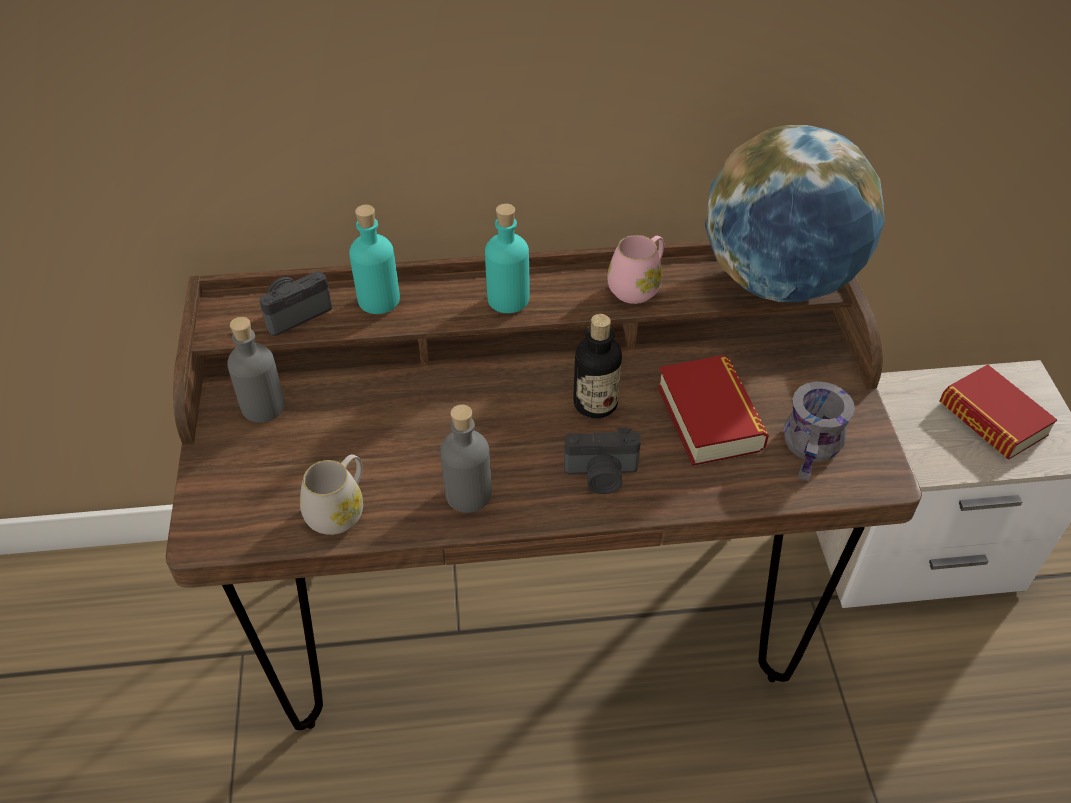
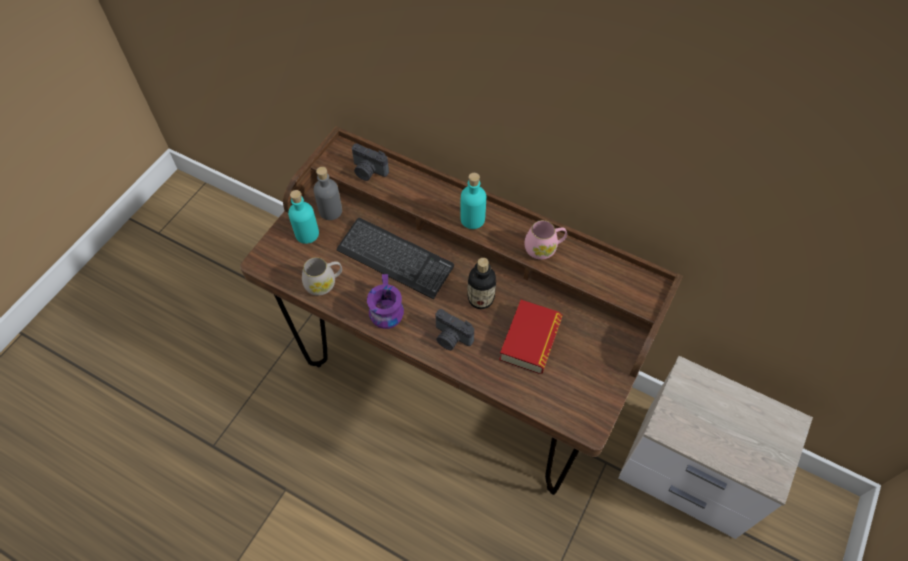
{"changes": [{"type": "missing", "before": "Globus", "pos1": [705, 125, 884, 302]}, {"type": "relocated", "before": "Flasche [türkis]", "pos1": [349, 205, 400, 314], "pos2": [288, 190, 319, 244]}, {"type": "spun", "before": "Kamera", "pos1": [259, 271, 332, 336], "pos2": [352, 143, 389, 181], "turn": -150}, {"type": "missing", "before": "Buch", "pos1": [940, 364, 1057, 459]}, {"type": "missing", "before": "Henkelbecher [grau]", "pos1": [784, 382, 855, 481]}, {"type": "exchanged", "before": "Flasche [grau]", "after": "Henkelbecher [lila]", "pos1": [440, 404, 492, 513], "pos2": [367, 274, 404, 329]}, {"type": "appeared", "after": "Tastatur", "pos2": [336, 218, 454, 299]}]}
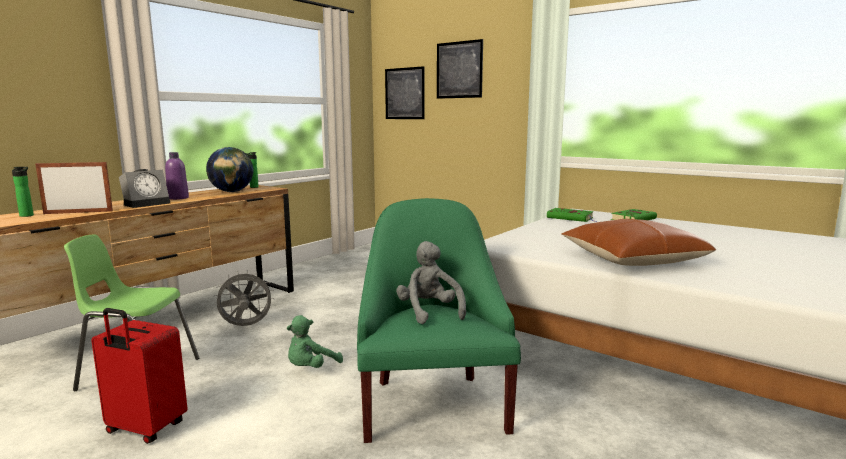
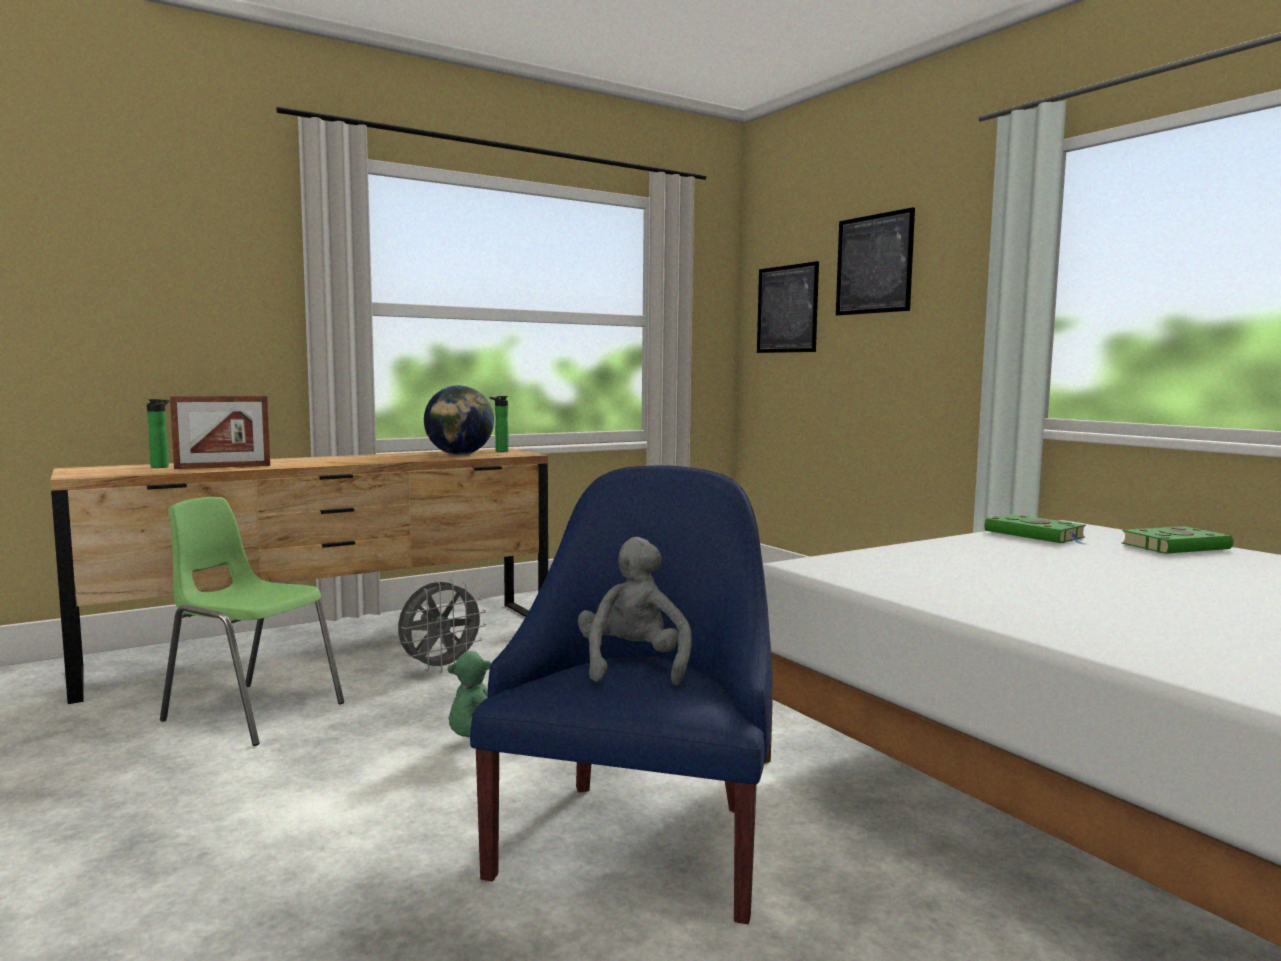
{"changes": [{"type": "missing", "before": "Flasche [lila]", "pos1": [165, 152, 189, 200]}, {"type": "spun", "before": "Bilderrahmen", "pos1": [35, 162, 113, 214], "pos2": [170, 396, 270, 469], "turn": 150}, {"type": "missing", "before": "Wecker", "pos1": [119, 169, 170, 208]}, {"type": "colour", "before": "Sessel [grün]", "after": "Sessel [blau]", "pos1": [357, 198, 521, 443], "pos2": [470, 465, 773, 924]}, {"type": "missing", "before": "Kissen [braun]", "pos1": [562, 219, 716, 266]}, {"type": "spun", "before": "Ventilator [grau]", "pos1": [213, 270, 274, 326], "pos2": [398, 579, 486, 673], "turn": 135}, {"type": "missing", "before": "Koffer [rot]", "pos1": [91, 308, 188, 444]}]}
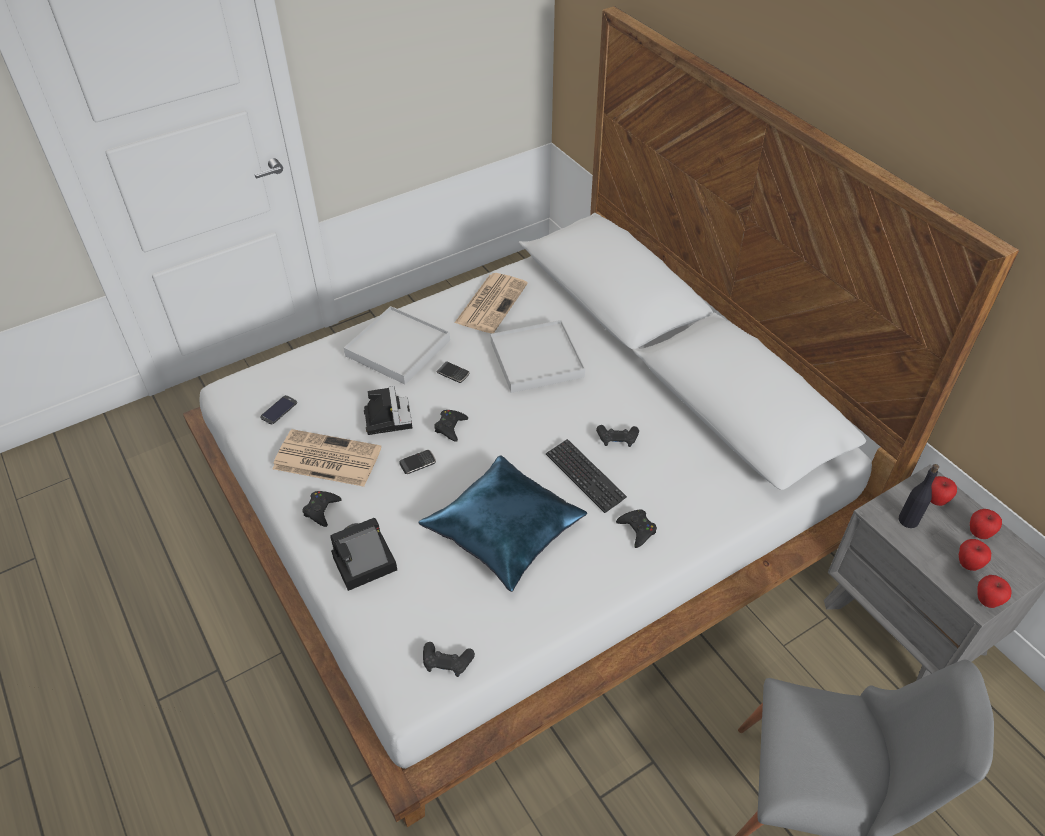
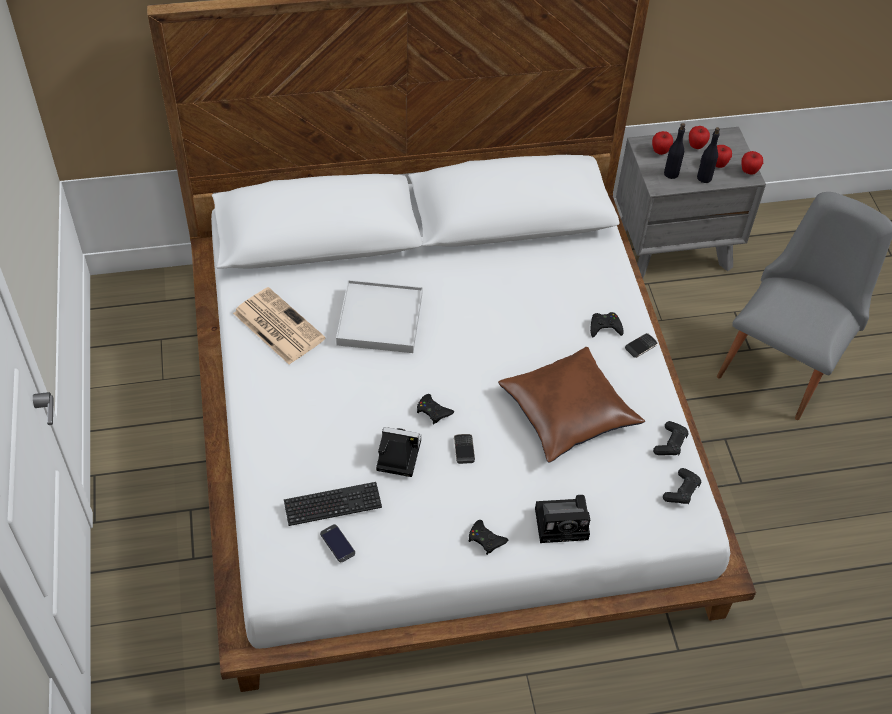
{"changes": [{"type": "missing", "before": "Tablett [weiß]", "pos1": [344, 306, 450, 384]}, {"type": "relocated", "before": "Handy", "pos1": [436, 362, 470, 383], "pos2": [625, 333, 658, 358]}, {"type": "relocated", "before": "Gamepad [schwarz]", "pos1": [596, 425, 639, 447], "pos2": [653, 421, 689, 456]}, {"type": "missing", "before": "Zeitung", "pos1": [273, 429, 381, 487]}, {"type": "relocated", "before": "Tastatur", "pos1": [546, 439, 627, 513], "pos2": [284, 482, 382, 526]}, {"type": "colour", "before": "Kissen [blau]", "after": "Kissen [braun]", "pos1": [418, 455, 587, 592], "pos2": [498, 347, 645, 462]}, {"type": "spun", "before": "Kamera", "pos1": [330, 518, 397, 591], "pos2": [535, 495, 590, 543], "turn": -90}, {"type": "appeared", "after": "Flasche [schwarz]", "pos2": [697, 127, 720, 183]}]}
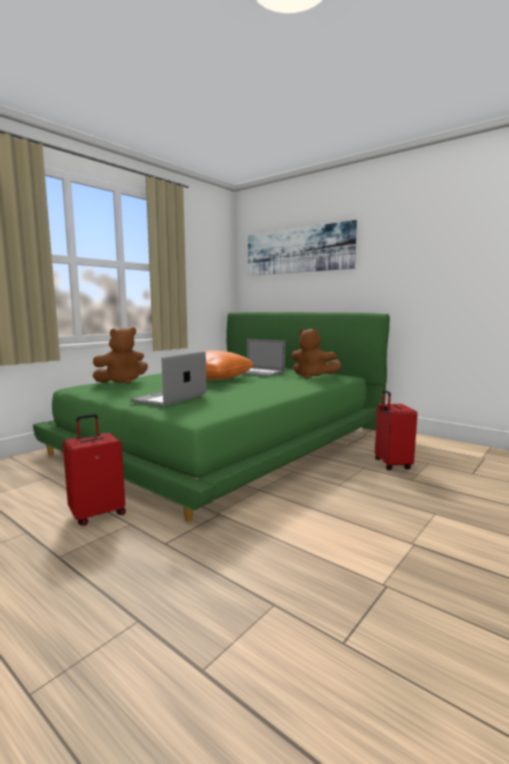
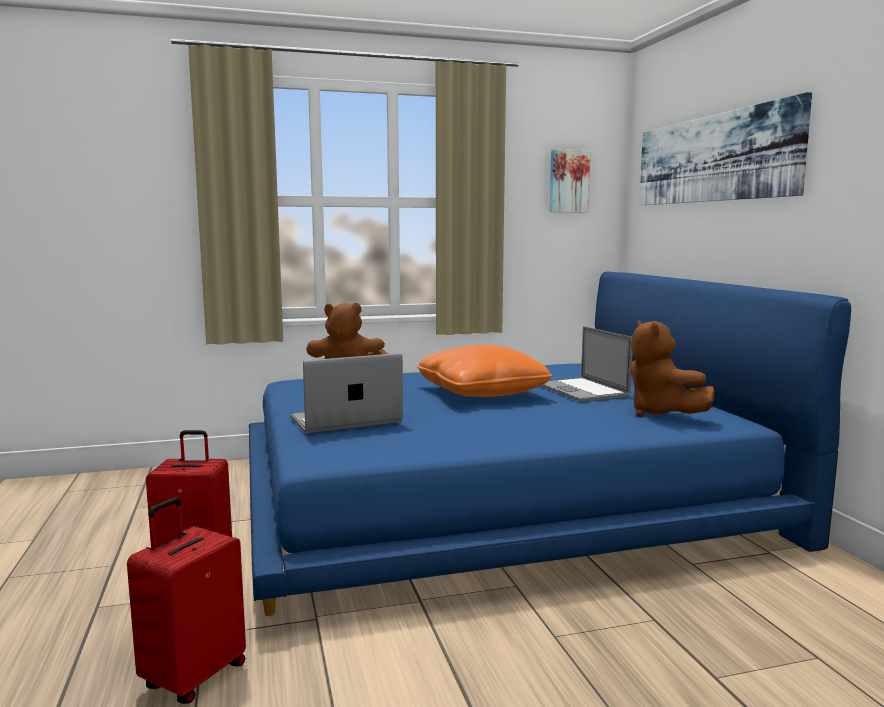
{"changes": [{"type": "colour", "before": "Bett [grün]", "after": "Bett [blau]", "pos1": [33, 312, 390, 522], "pos2": [249, 271, 851, 616]}, {"type": "relocated", "before": "Koffer [rot]", "pos1": [375, 390, 418, 470], "pos2": [127, 498, 246, 704]}, {"type": "appeared", "after": "Bild", "pos2": [549, 149, 591, 212]}]}
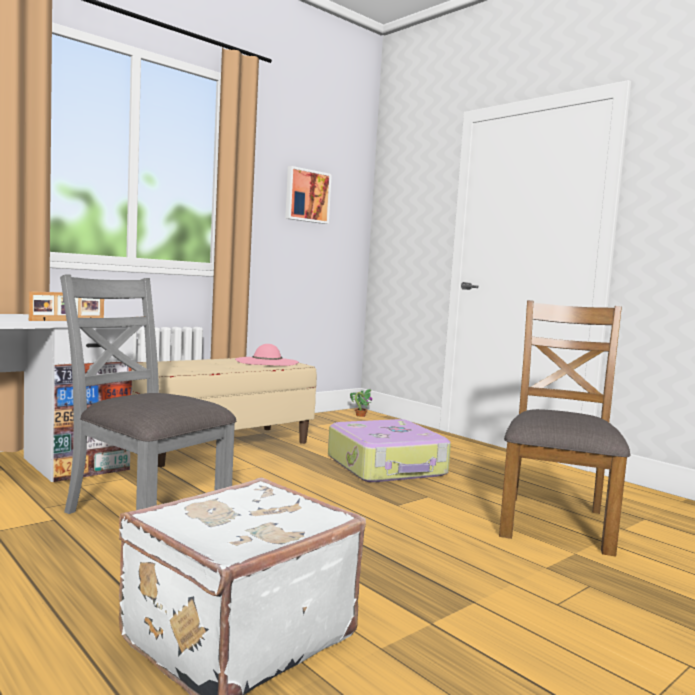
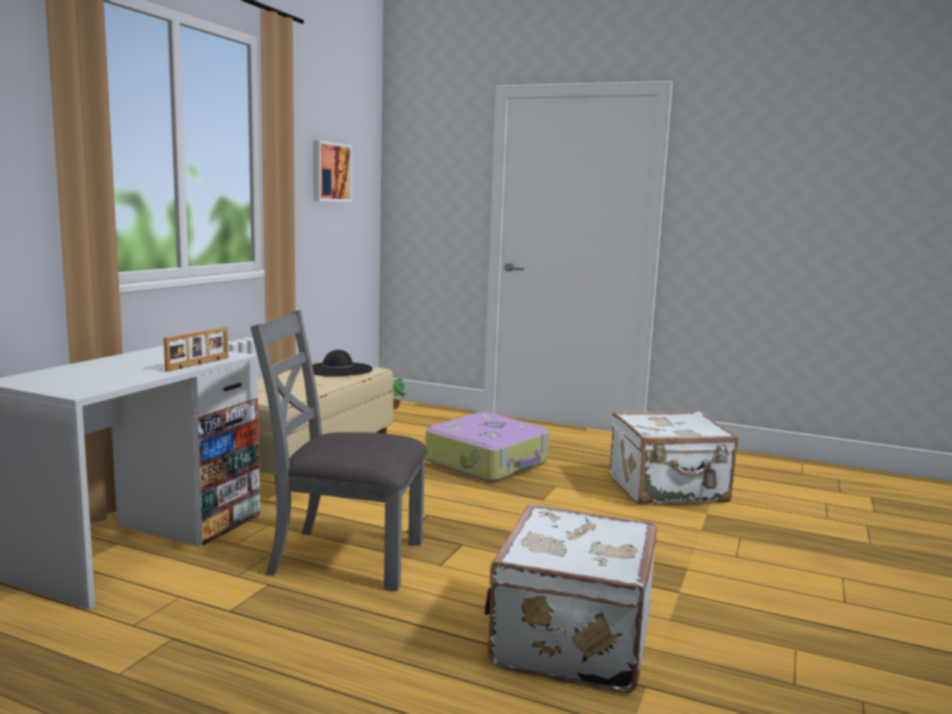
{"changes": [{"type": "exchanged", "before": "Stuhl [braun]", "after": "Koffer [weiß]", "pos1": [499, 300, 630, 557], "pos2": [610, 411, 739, 504]}, {"type": "colour", "before": "Hut [rosa]", "after": "Hut [schwarz]", "pos1": [235, 344, 298, 366], "pos2": [302, 350, 373, 377]}]}
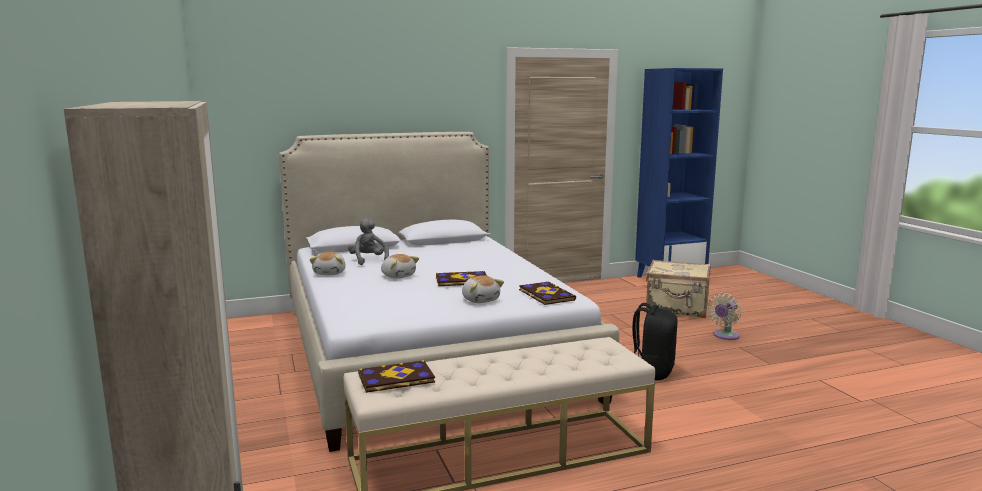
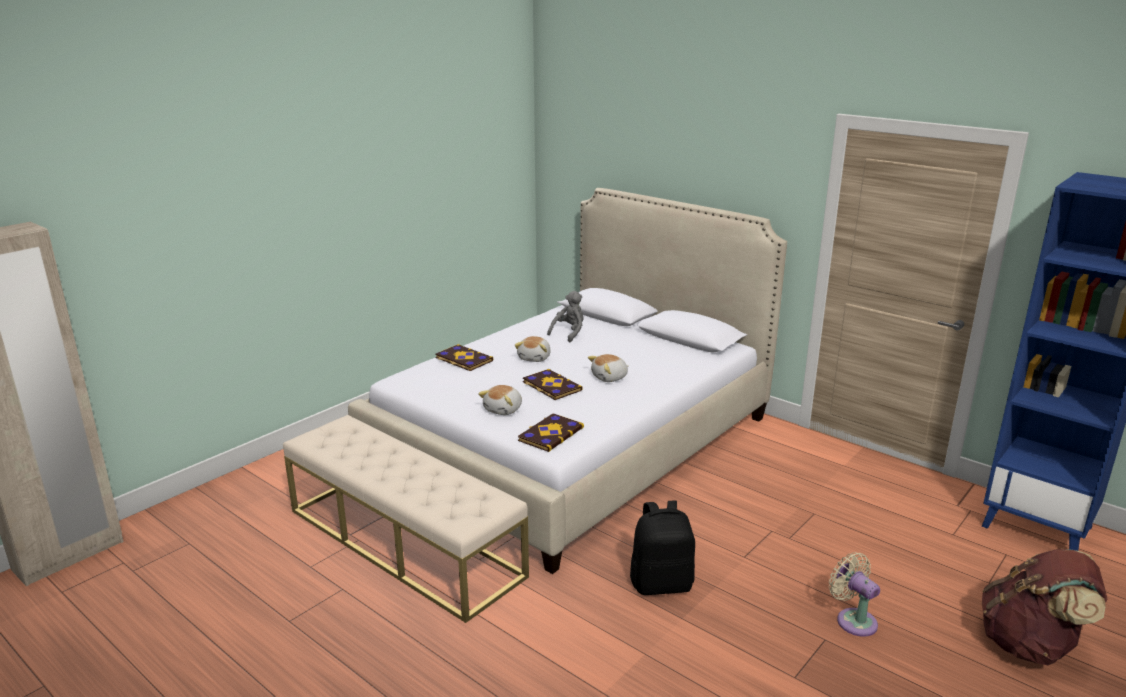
{"changes": [{"type": "relocated", "before": "Plüschtier", "pos1": [310, 252, 346, 275], "pos2": [588, 354, 629, 382]}, {"type": "missing", "before": "Koffer [beige]", "pos1": [646, 259, 711, 318]}, {"type": "spun", "before": "Ventilator [beige]", "pos1": [707, 293, 741, 340], "pos2": [829, 552, 880, 637], "turn": 45}, {"type": "relocated", "before": "Buch", "pos1": [358, 360, 435, 393], "pos2": [435, 344, 493, 371]}, {"type": "appeared", "after": "Rucksack [braun]", "pos2": [982, 549, 1108, 665]}]}
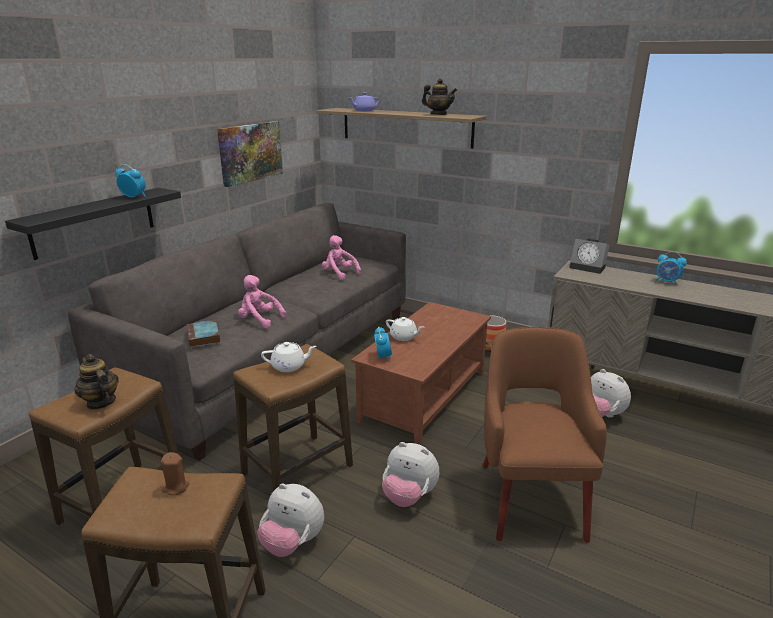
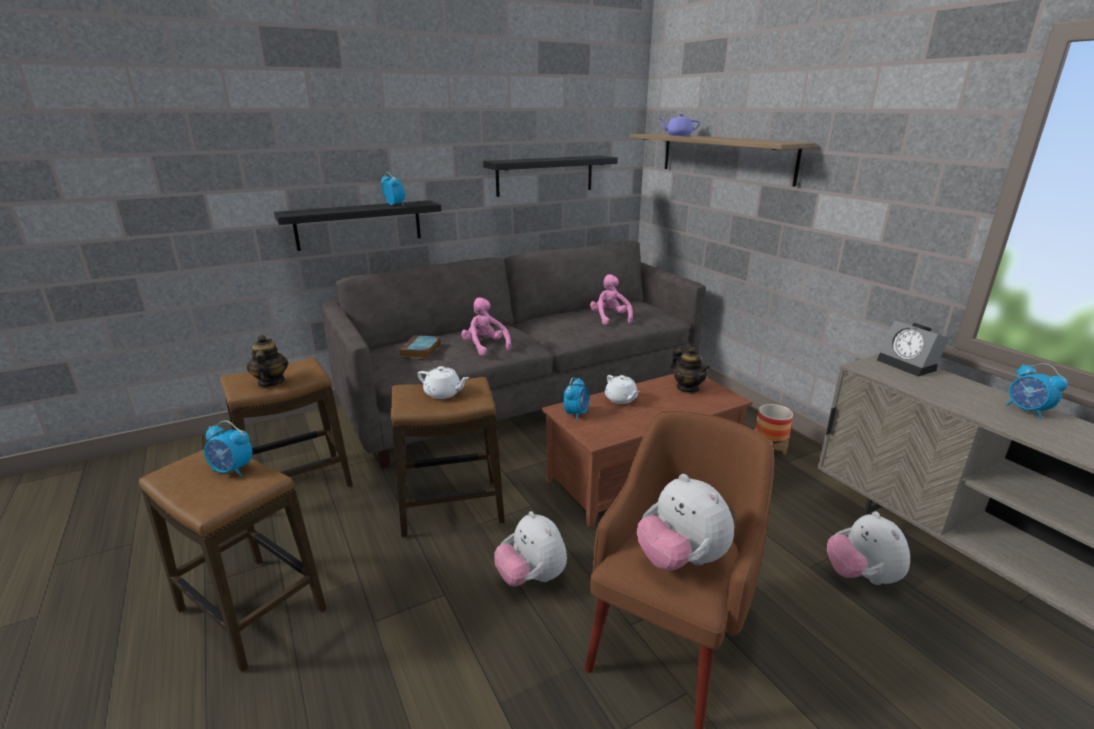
{"changes": [{"type": "relocated", "before": "Teekanne", "pos1": [422, 78, 457, 115], "pos2": [671, 347, 710, 393]}, {"type": "exchanged", "before": "Bild", "after": "Wandregal [schwarz]", "pos1": [217, 121, 283, 187], "pos2": [483, 156, 618, 197]}, {"type": "exchanged", "before": "Kerze [braun]", "after": "Wecker", "pos1": [161, 452, 189, 495], "pos2": [204, 420, 252, 477]}, {"type": "relocated", "before": "Plüschtier", "pos1": [257, 483, 324, 557], "pos2": [637, 474, 734, 570]}]}
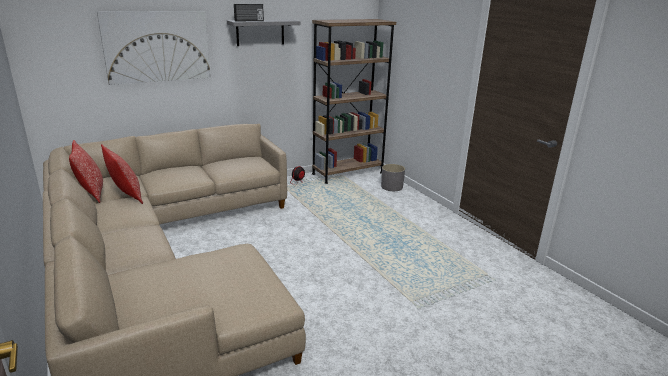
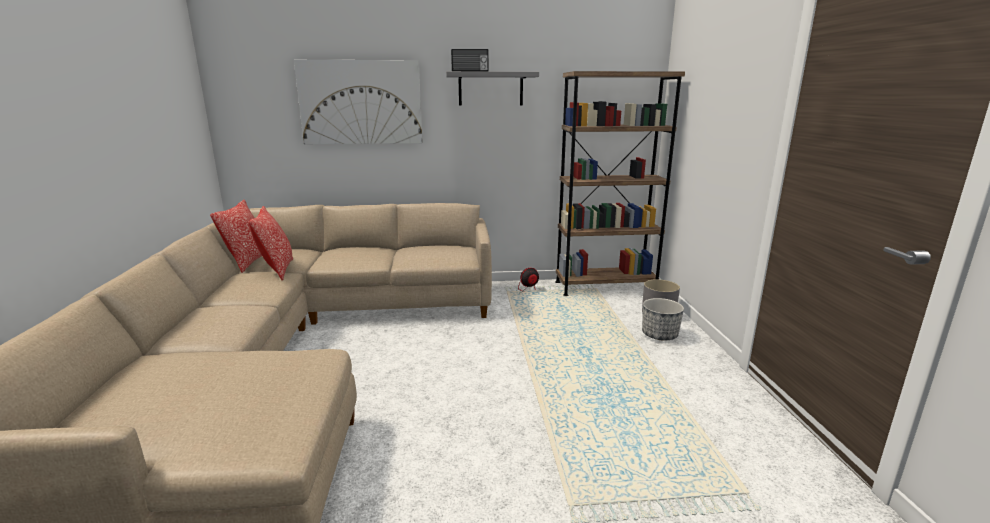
{"changes": [{"type": "appeared", "after": "Pflanzkübel", "pos2": [642, 298, 684, 340]}]}
